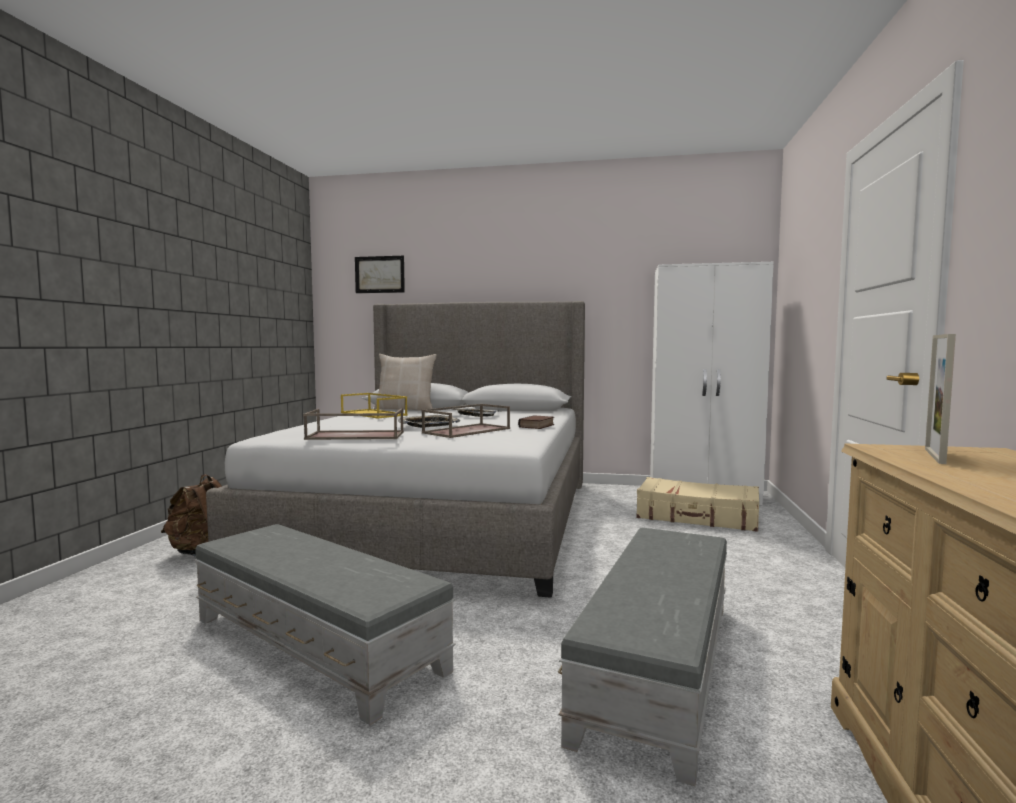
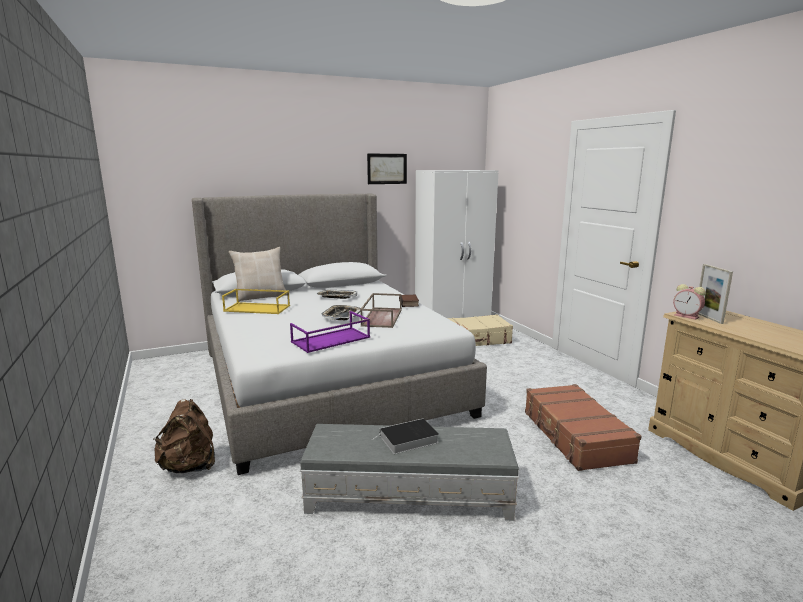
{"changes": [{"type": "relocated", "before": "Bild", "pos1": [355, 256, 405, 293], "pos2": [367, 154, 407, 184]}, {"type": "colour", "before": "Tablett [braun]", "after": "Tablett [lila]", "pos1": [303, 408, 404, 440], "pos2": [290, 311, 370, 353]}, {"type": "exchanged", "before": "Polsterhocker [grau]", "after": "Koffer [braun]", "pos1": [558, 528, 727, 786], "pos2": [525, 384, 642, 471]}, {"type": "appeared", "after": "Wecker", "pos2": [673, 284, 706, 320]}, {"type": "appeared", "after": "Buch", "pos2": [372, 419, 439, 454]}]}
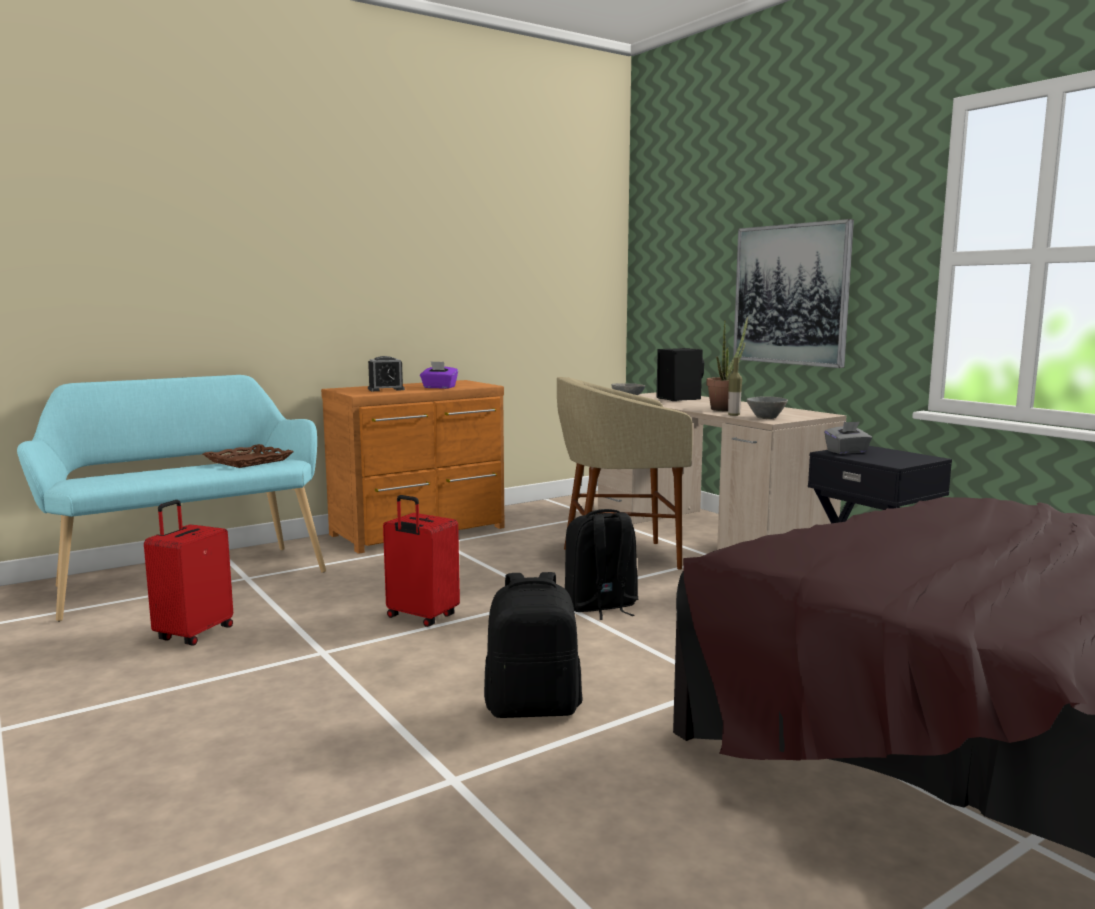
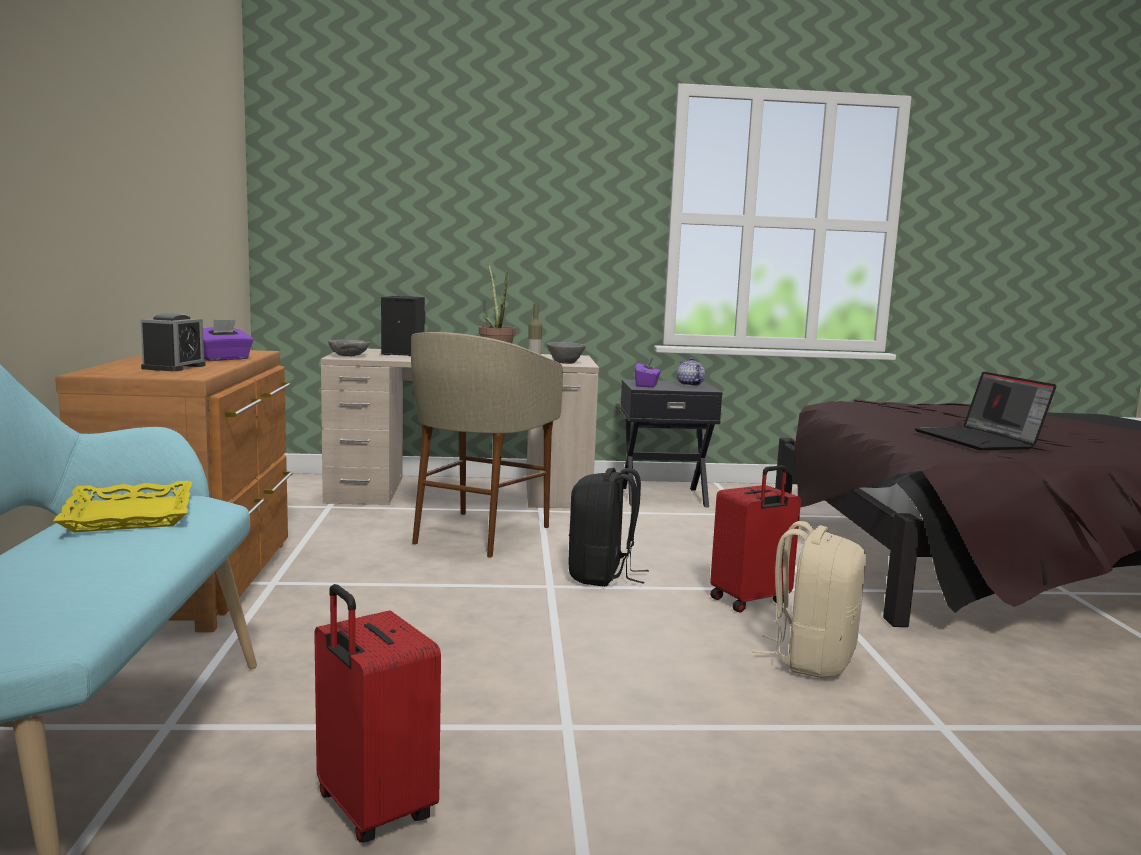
{"changes": [{"type": "missing", "before": "Bild", "pos1": [733, 219, 854, 368]}, {"type": "colour", "before": "Taschentuchbox [grau]", "after": "Taschentuchbox [lila]", "pos1": [824, 421, 872, 454], "pos2": [635, 358, 661, 388]}, {"type": "colour", "before": "Tablett [braun]", "after": "Tablett [gelb]", "pos1": [203, 444, 294, 468], "pos2": [53, 481, 192, 532]}, {"type": "relocated", "before": "Koffer [rot]", "pos1": [383, 495, 460, 627], "pos2": [710, 465, 801, 612]}, {"type": "colour", "before": "Rucksack [schwarz]", "after": "Rucksack [beige]", "pos1": [484, 572, 583, 718], "pos2": [752, 521, 866, 678]}, {"type": "appeared", "after": "Teekanne", "pos2": [677, 357, 705, 386]}, {"type": "appeared", "after": "Laptop", "pos2": [915, 372, 1056, 450]}]}
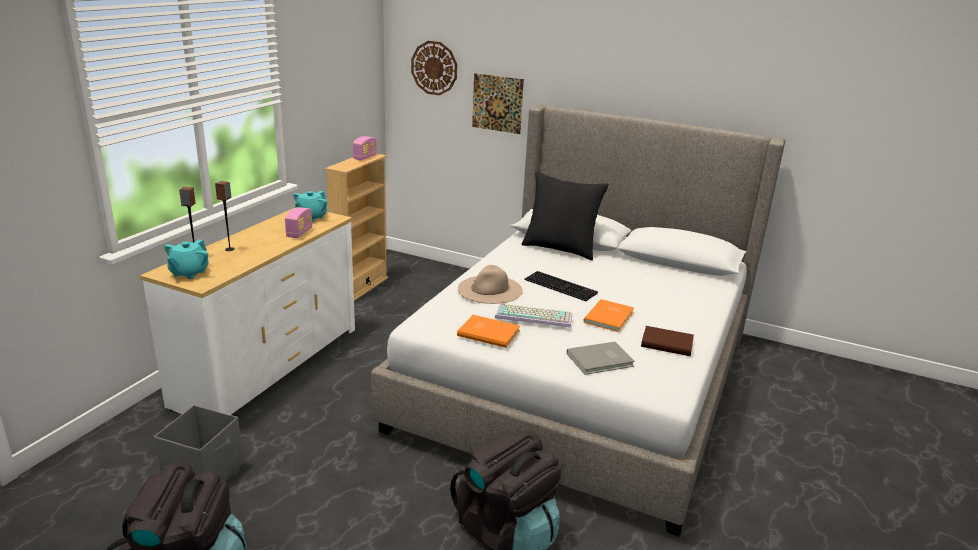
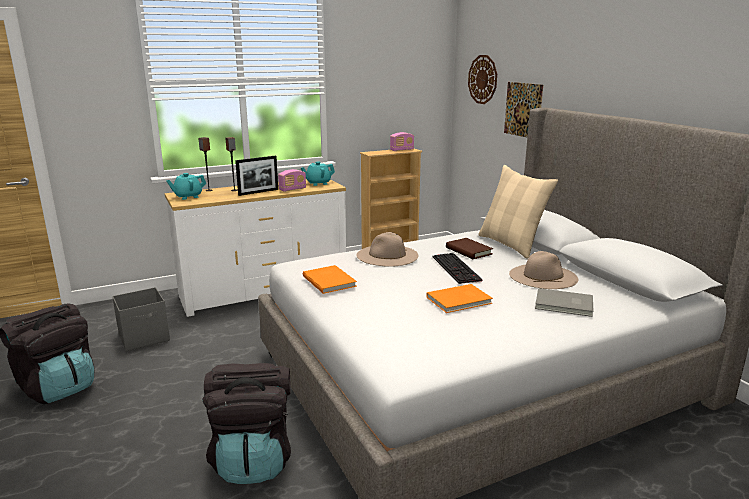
{"changes": [{"type": "colour", "before": "Kissen [schwarz]", "after": "Kissen [beige]", "pos1": [521, 171, 609, 260], "pos2": [478, 165, 558, 259]}, {"type": "missing", "before": "Tastatur", "pos1": [495, 303, 572, 328]}, {"type": "relocated", "before": "Buch [braun]", "pos1": [641, 326, 694, 356], "pos2": [446, 238, 493, 259]}, {"type": "relocated", "before": "Buch [grau]", "pos1": [567, 342, 635, 375], "pos2": [535, 288, 593, 317]}, {"type": "appeared", "after": "Bilderrahmen", "pos2": [235, 156, 278, 196]}, {"type": "appeared", "after": "Hut [beige]", "pos2": [509, 251, 578, 289]}]}
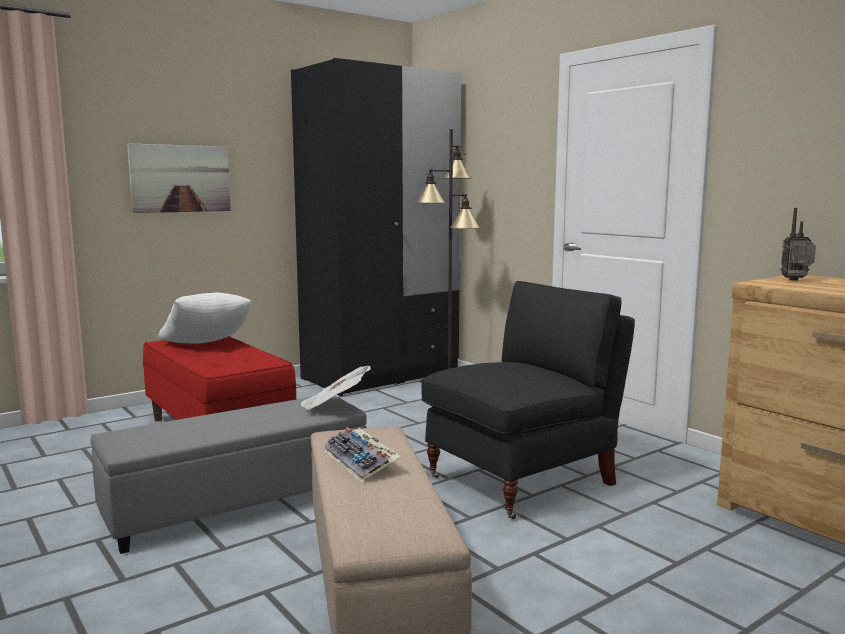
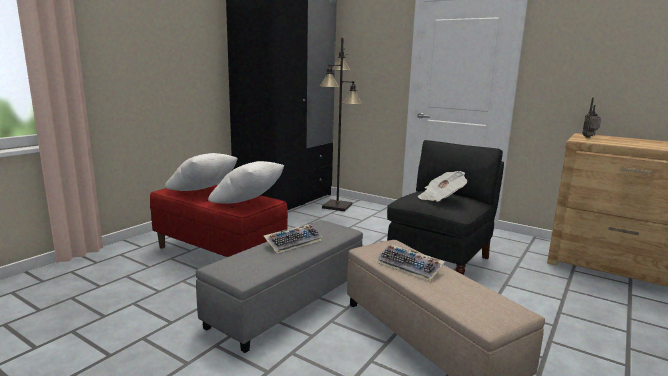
{"changes": [{"type": "missing", "before": "Bild", "pos1": [127, 143, 231, 213]}, {"type": "relocated", "before": "Zeitung", "pos1": [301, 366, 371, 411], "pos2": [418, 171, 467, 201]}, {"type": "appeared", "after": "Kissen [weiß]", "pos2": [208, 161, 284, 204]}, {"type": "appeared", "after": "Tastatur", "pos2": [264, 224, 322, 254]}]}
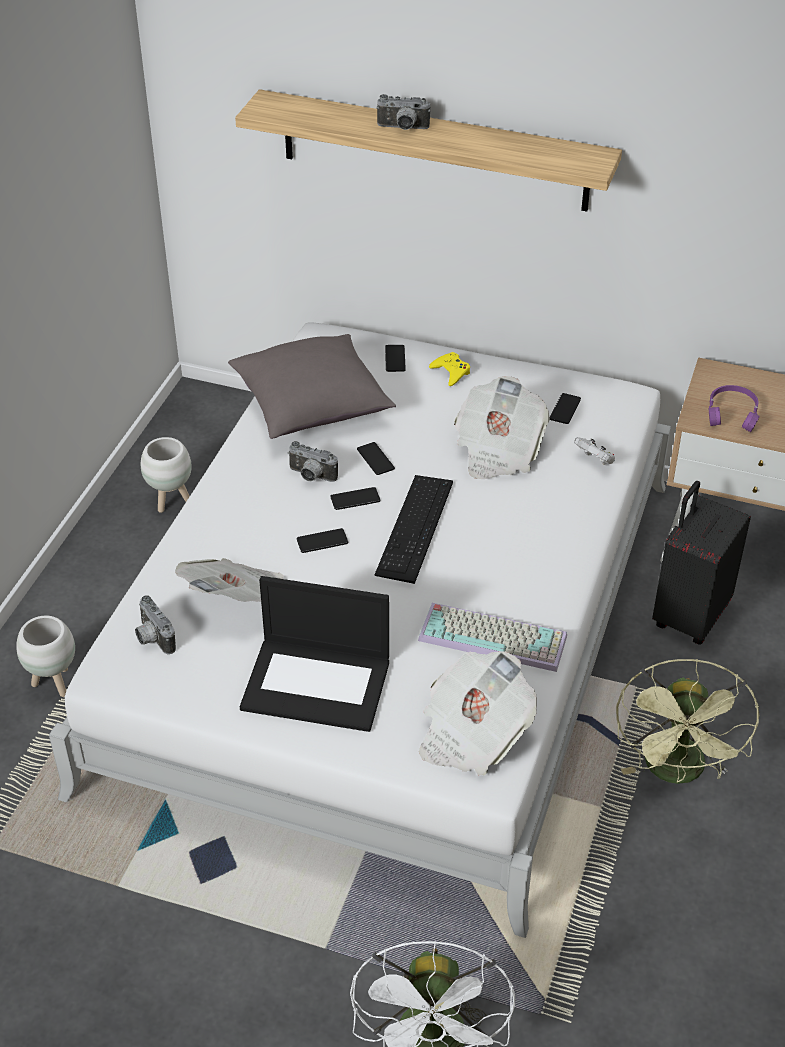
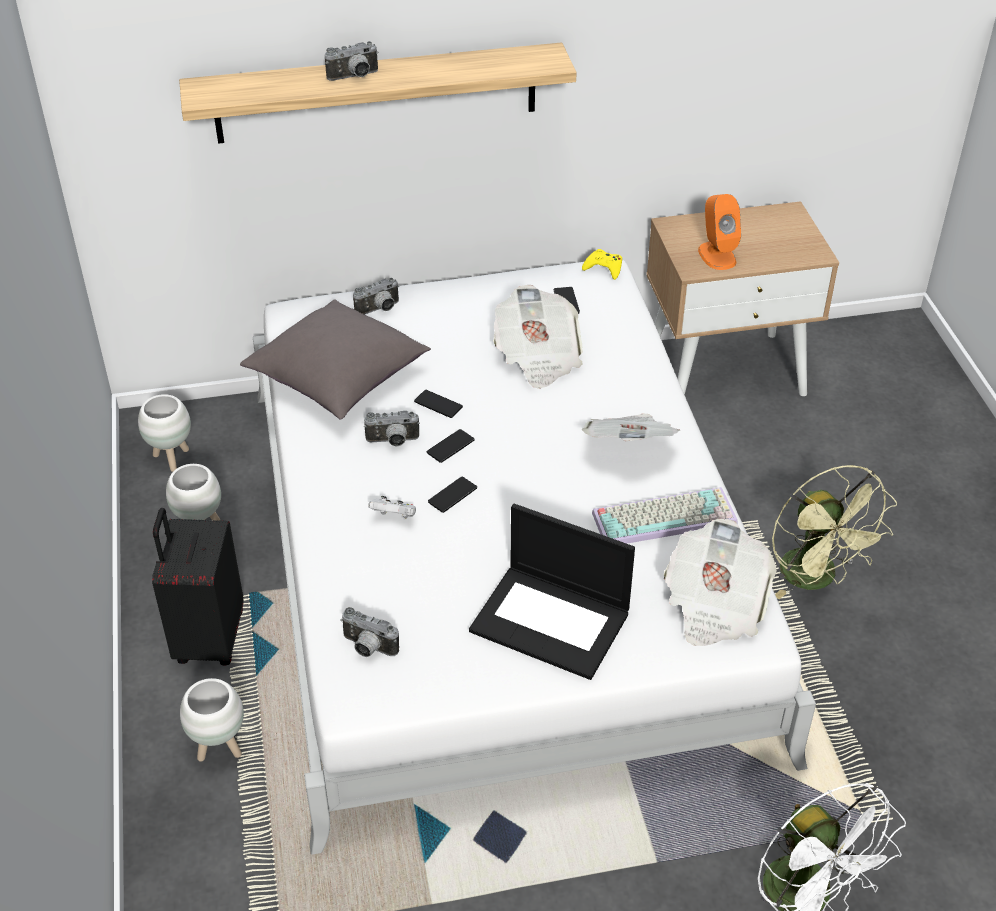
{"changes": [{"type": "exchanged", "before": "Handy", "after": "Kamera", "pos1": [385, 345, 406, 372], "pos2": [353, 278, 399, 315]}, {"type": "relocated", "before": "Gamepad [gelb]", "pos1": [429, 352, 470, 386], "pos2": [582, 249, 622, 280]}, {"type": "exchanged", "before": "Kopfhörer [lila]", "after": "Lautsprecher [orange]", "pos1": [709, 385, 760, 432], "pos2": [698, 194, 741, 270]}, {"type": "relocated", "before": "Gamepad [weiß]", "pos1": [574, 437, 615, 465], "pos2": [368, 496, 416, 519]}, {"type": "missing", "before": "Tastatur", "pos1": [374, 475, 453, 584]}, {"type": "relocated", "before": "Koffer [schwarz]", "pos1": [652, 481, 751, 645], "pos2": [152, 508, 244, 665]}, {"type": "relocated", "before": "Zeitung", "pos1": [175, 558, 284, 602], "pos2": [582, 414, 681, 441]}, {"type": "spun", "before": "Laptop", "pos1": [240, 576, 389, 732], "pos2": [469, 504, 635, 680], "turn": 45}, {"type": "appeared", "after": "Pflanzkübel [weiß]", "pos2": [138, 394, 191, 472]}]}
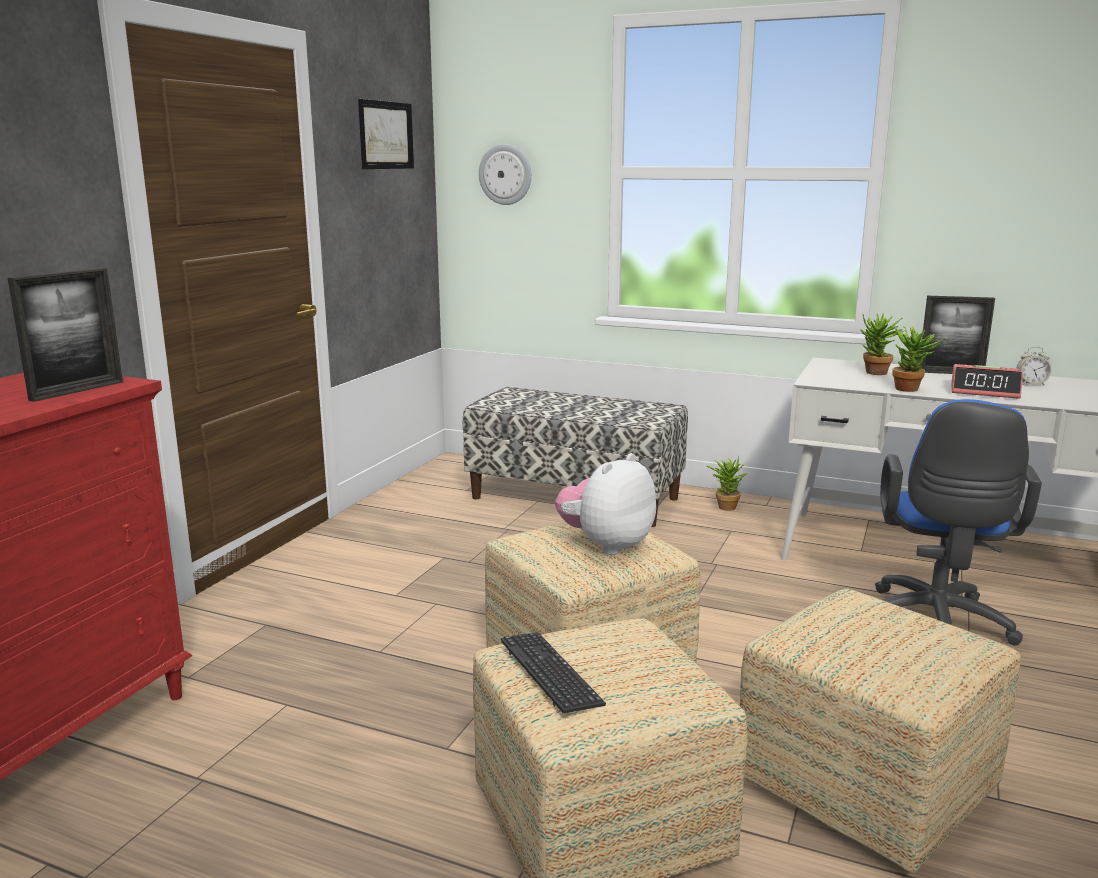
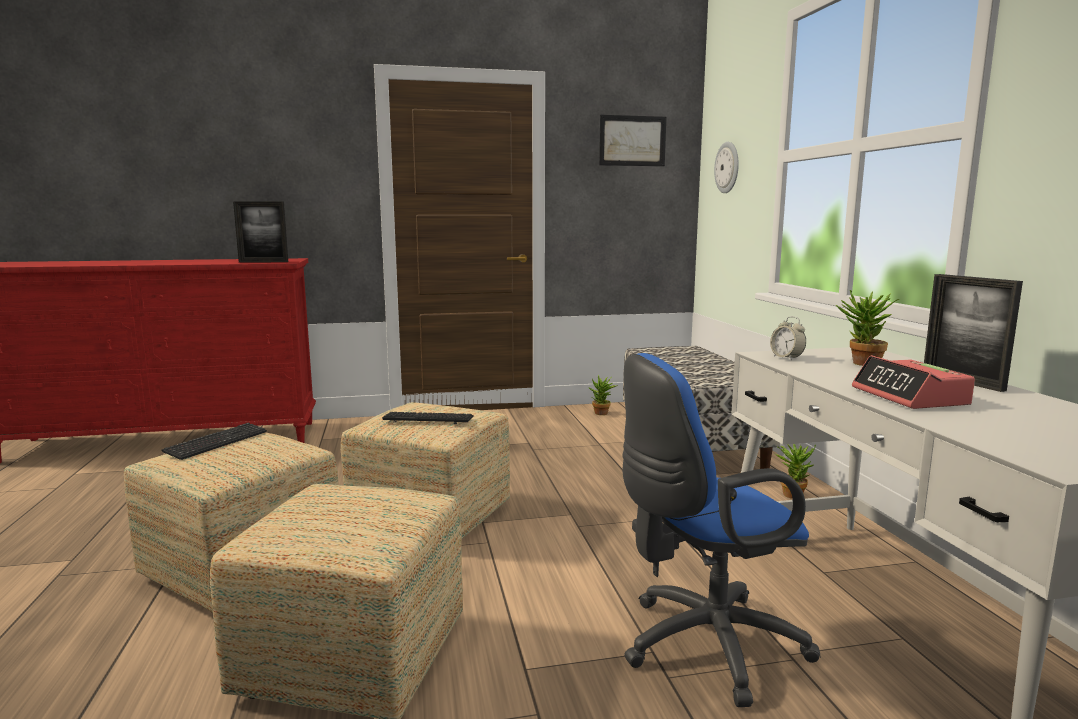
{"changes": [{"type": "relocated", "before": "Topfpflanze", "pos1": [892, 326, 947, 392], "pos2": [588, 375, 618, 415]}, {"type": "relocated", "before": "Wecker", "pos1": [1016, 347, 1052, 385], "pos2": [770, 316, 806, 360]}, {"type": "exchanged", "before": "Plüschtier", "after": "Tastatur", "pos1": [555, 453, 656, 555], "pos2": [382, 412, 473, 424]}]}
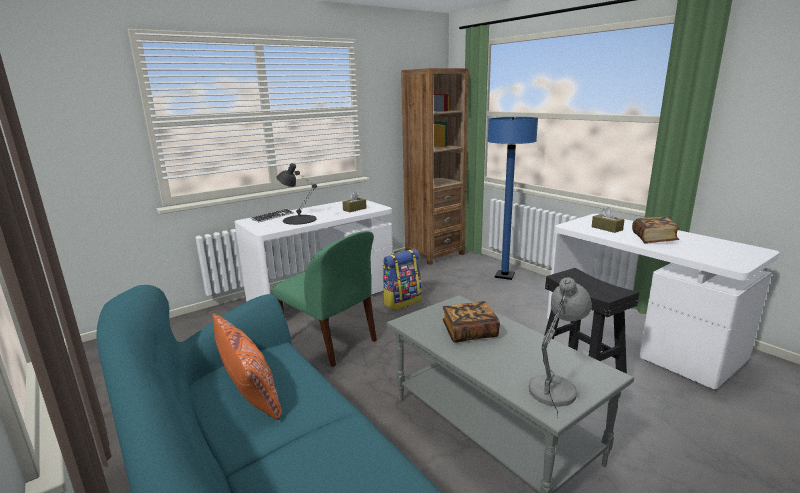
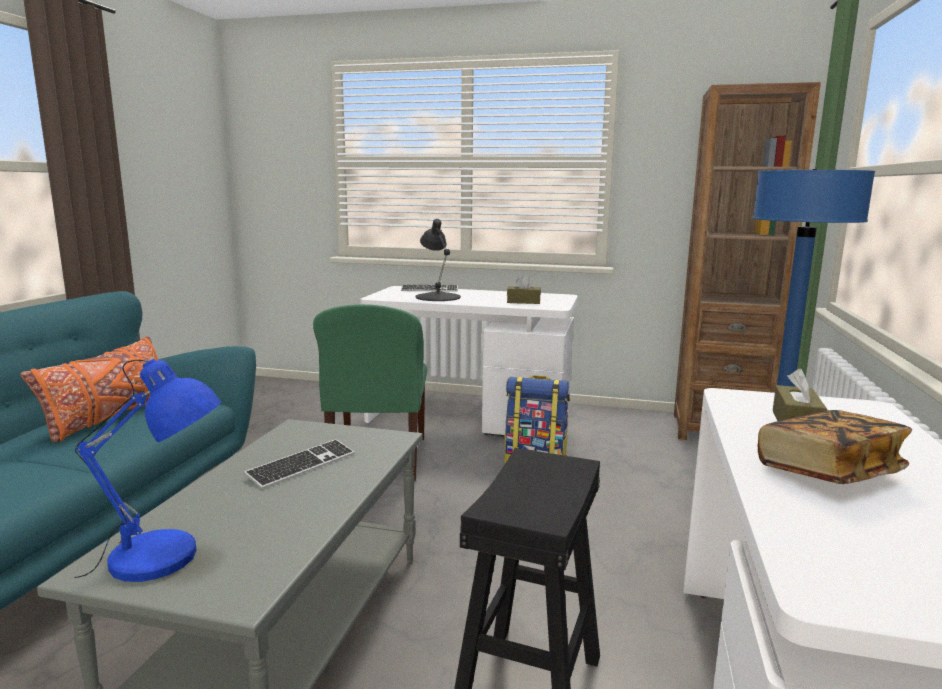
{"changes": [{"type": "colour", "before": "Tischlampe [grau]", "after": "Tischlampe [blau]", "pos1": [529, 277, 592, 418], "pos2": [74, 359, 222, 582]}, {"type": "exchanged", "before": "Buch", "after": "Tastatur", "pos1": [443, 301, 500, 343], "pos2": [244, 439, 355, 489]}]}
